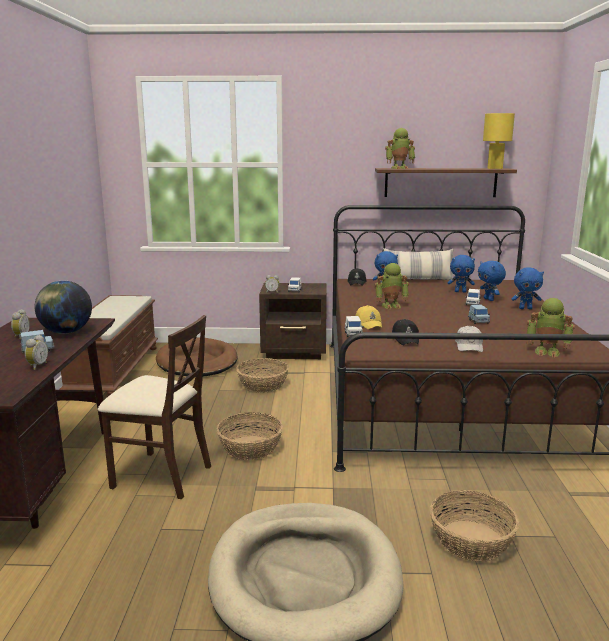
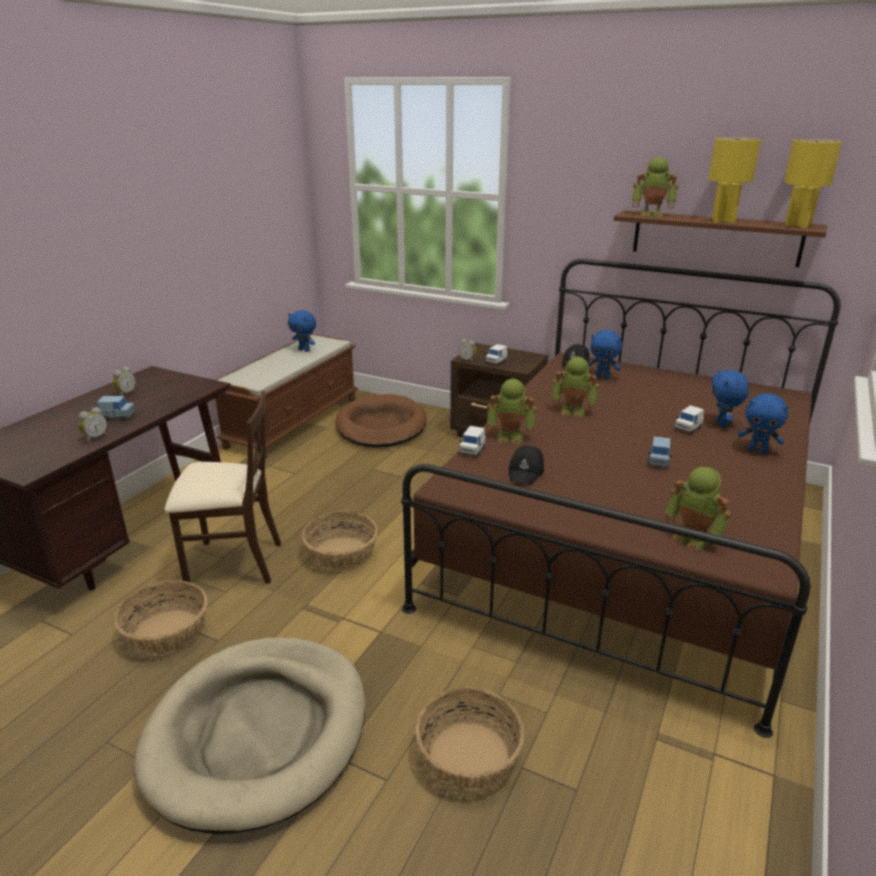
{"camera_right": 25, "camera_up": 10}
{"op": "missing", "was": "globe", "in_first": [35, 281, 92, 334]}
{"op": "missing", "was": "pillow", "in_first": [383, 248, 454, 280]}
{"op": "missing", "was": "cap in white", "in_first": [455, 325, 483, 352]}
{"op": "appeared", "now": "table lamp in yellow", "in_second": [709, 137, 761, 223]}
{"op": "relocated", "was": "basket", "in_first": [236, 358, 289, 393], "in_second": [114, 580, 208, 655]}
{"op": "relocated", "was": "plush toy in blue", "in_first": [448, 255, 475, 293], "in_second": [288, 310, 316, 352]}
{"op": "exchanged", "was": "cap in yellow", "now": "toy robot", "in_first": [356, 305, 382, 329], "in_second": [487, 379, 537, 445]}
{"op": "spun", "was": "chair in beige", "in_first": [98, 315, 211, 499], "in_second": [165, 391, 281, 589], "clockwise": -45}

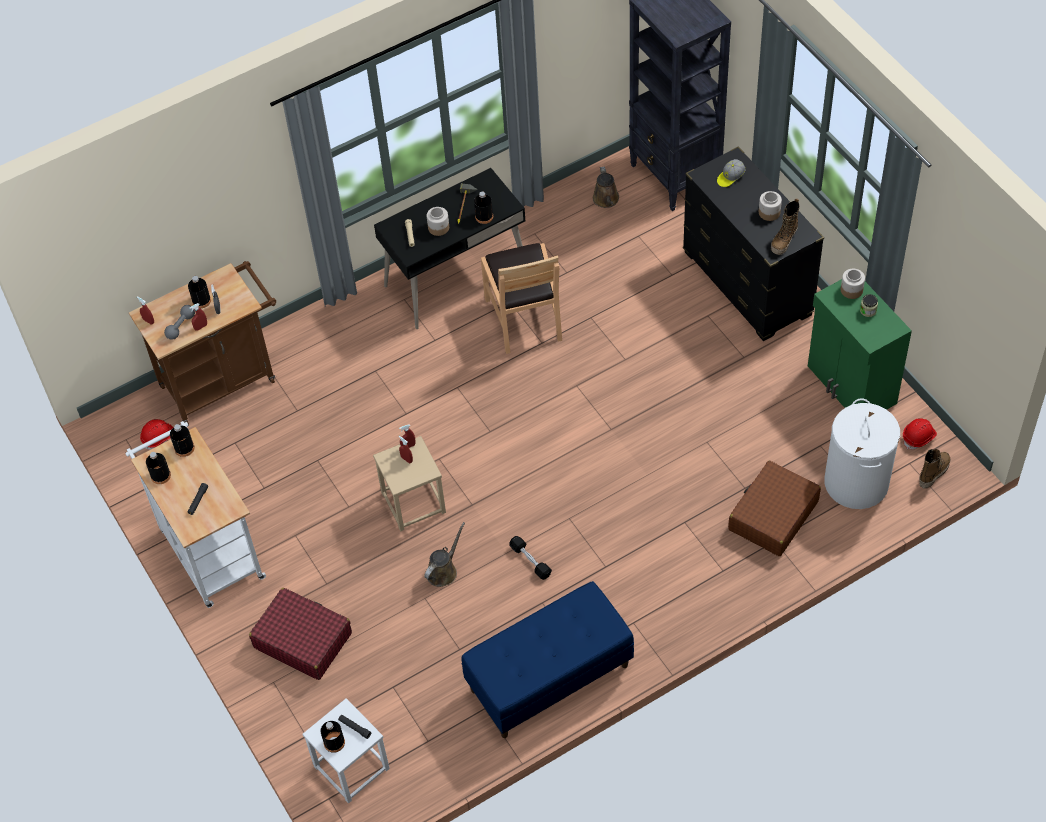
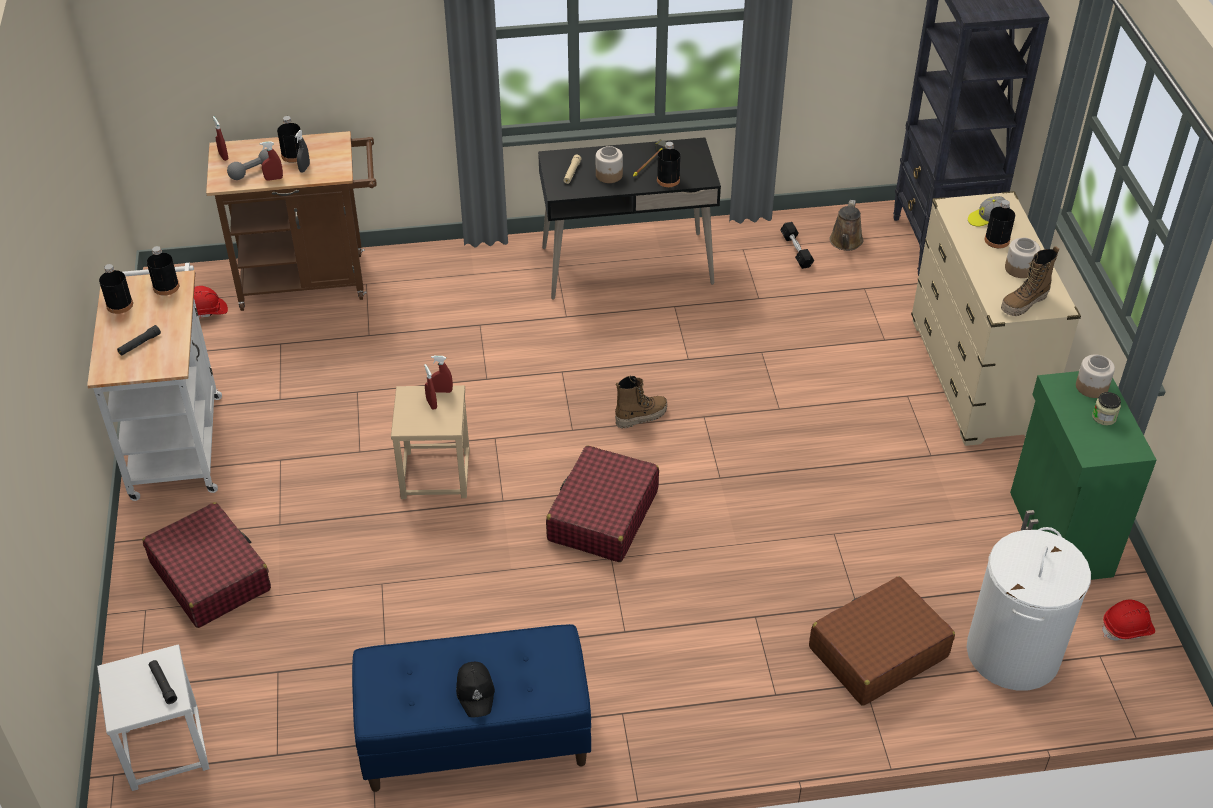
{"camera_right": 20, "camera_up": -10}
{"op": "missing", "was": "watering can in brown", "in_first": [424, 522, 465, 587]}
{"op": "missing", "was": "chair in brown", "in_first": [481, 243, 562, 354]}
{"op": "appeared", "now": "cap in black", "in_second": [456, 662, 495, 718]}
{"op": "appeared", "now": "suitcase in red", "in_second": [546, 445, 659, 562]}
{"op": "relocated", "was": "bottle in black", "in_first": [320, 721, 345, 753], "in_second": [984, 200, 1015, 248]}
{"op": "relocated", "was": "dumbbell in black", "in_first": [509, 536, 552, 580], "in_second": [780, 222, 814, 269]}
{"op": "relocated", "was": "boot", "in_first": [919, 449, 950, 489], "in_second": [615, 376, 667, 428]}
{"op": "colour", "was": "dresser in black", "now": "dresser in beige", "in_first": [683, 146, 824, 341], "in_second": [911, 191, 1081, 446]}

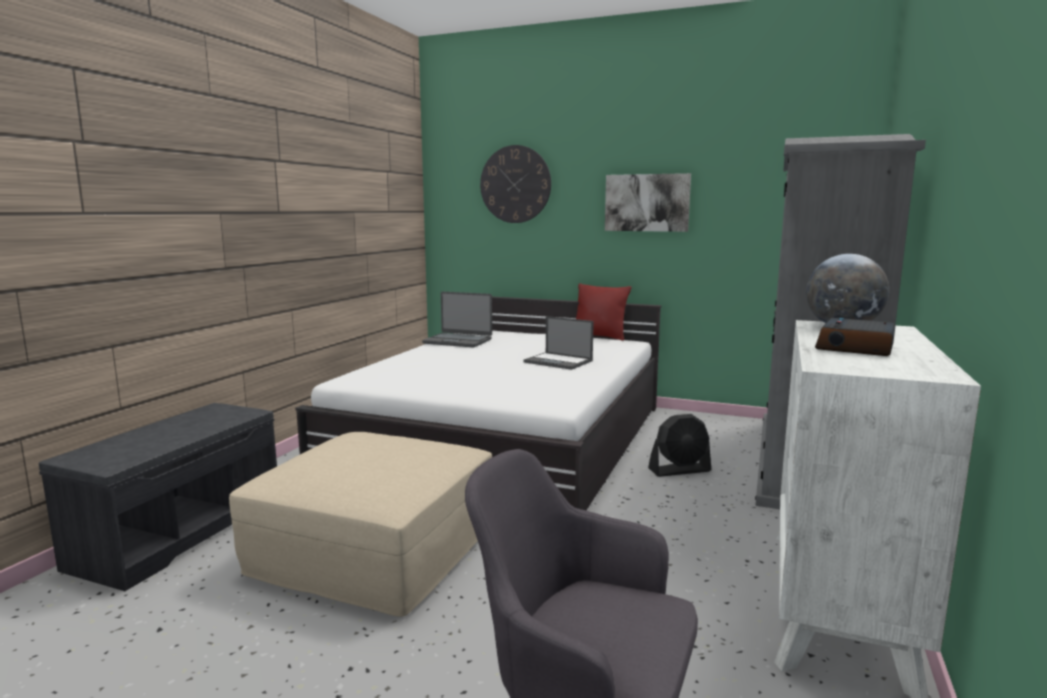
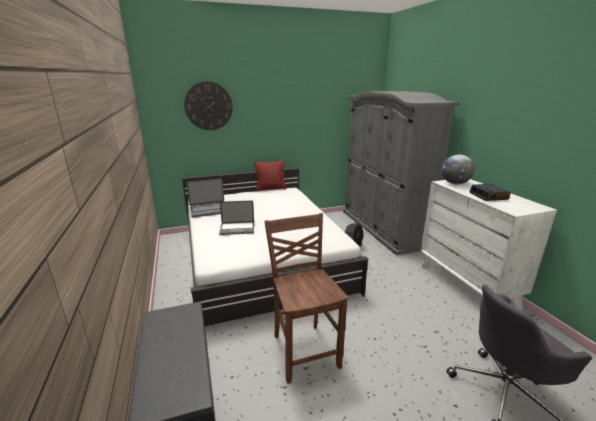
{"camera_right": -40, "camera_up": 10}
{"op": "missing", "was": "picture", "in_first": [605, 173, 691, 232]}
{"op": "relocated", "was": "laptop", "in_first": [524, 316, 594, 370], "in_second": [219, 200, 254, 235]}
{"op": "exchanged", "was": "ottoman in beige", "now": "chair in brown", "in_first": [229, 432, 492, 617], "in_second": [264, 213, 348, 384]}

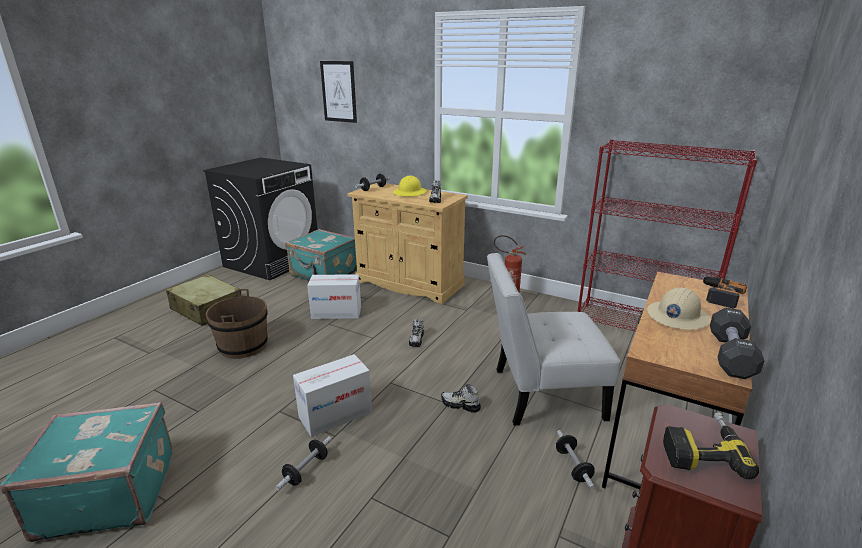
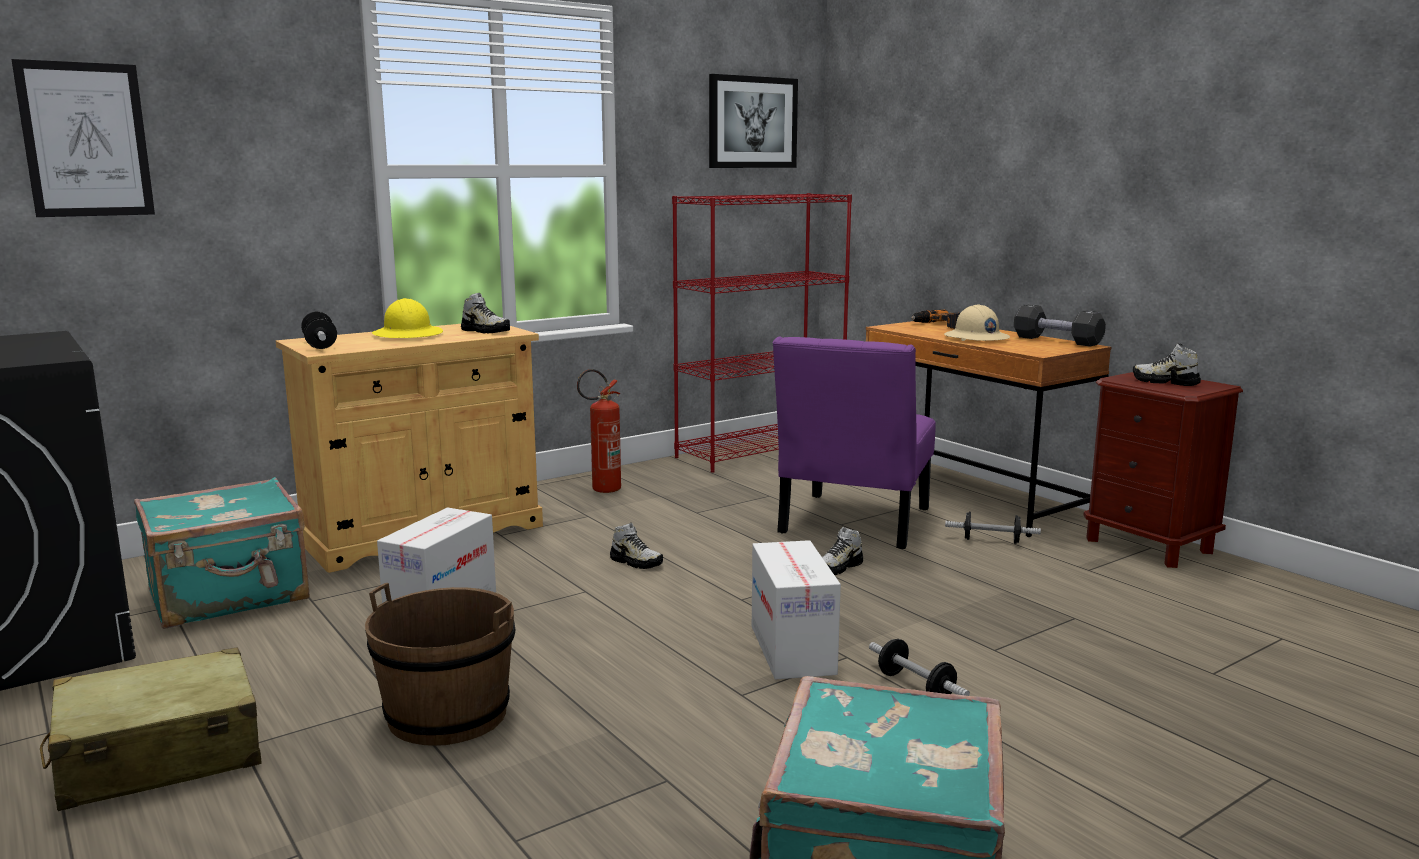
{"camera_right": -65, "camera_up": -10}
{"op": "appeared", "now": "picture", "in_second": [709, 74, 798, 168]}
{"op": "exchanged", "was": "power drill", "now": "shoe", "in_first": [663, 412, 759, 479], "in_second": [1133, 343, 1201, 386]}
{"op": "colour", "was": "chair in white", "now": "chair in purple", "in_first": [487, 253, 620, 426], "in_second": [773, 336, 936, 549]}

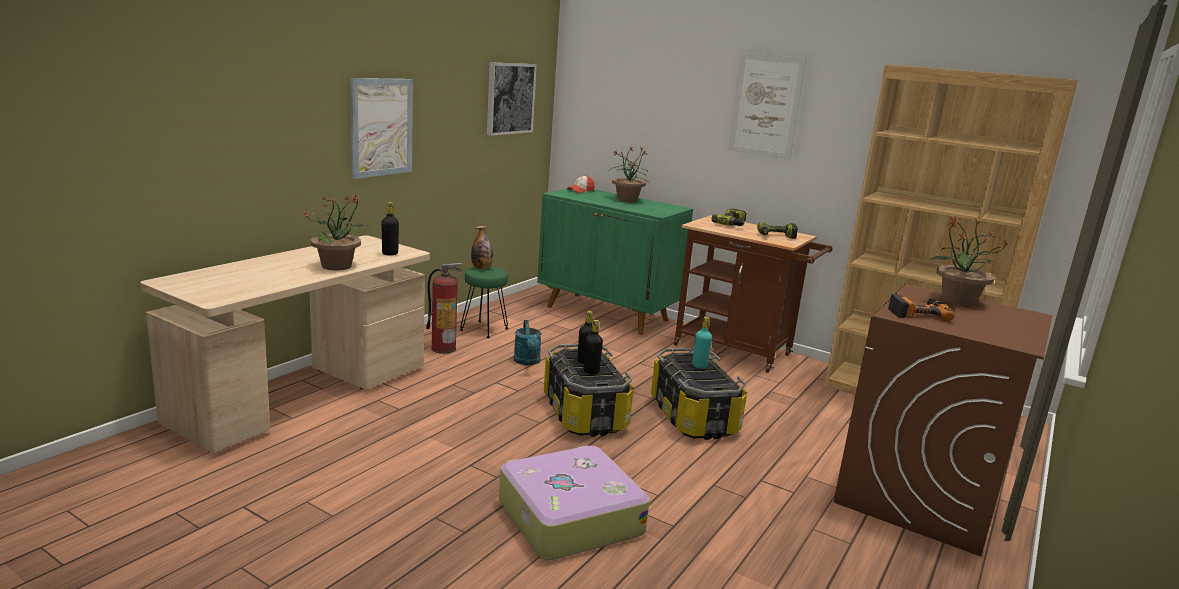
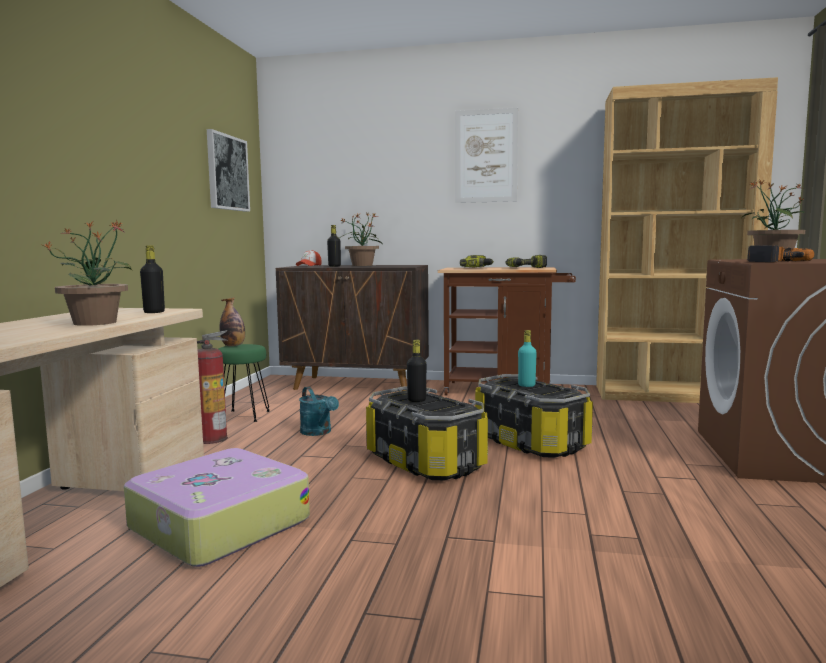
{"camera_right": -20, "camera_up": -10}
{"op": "missing", "was": "picture", "in_first": [350, 78, 413, 179]}
{"op": "relocated", "was": "suitcase", "in_first": [499, 446, 650, 560], "in_second": [124, 448, 310, 567]}
{"op": "relocated", "was": "bottle in black", "in_first": [583, 320, 603, 374], "in_second": [327, 225, 341, 267]}
{"op": "colour", "was": "cabinet in green", "now": "cabinet in brown", "in_first": [537, 189, 693, 335], "in_second": [276, 265, 429, 391]}

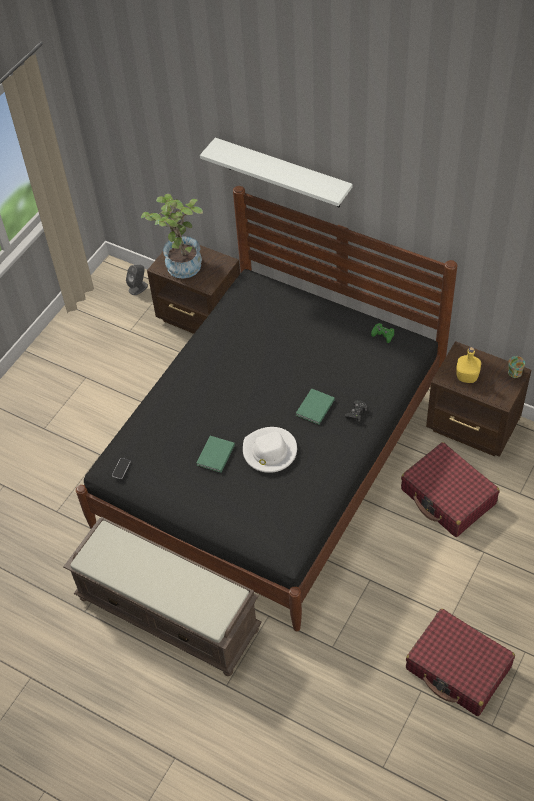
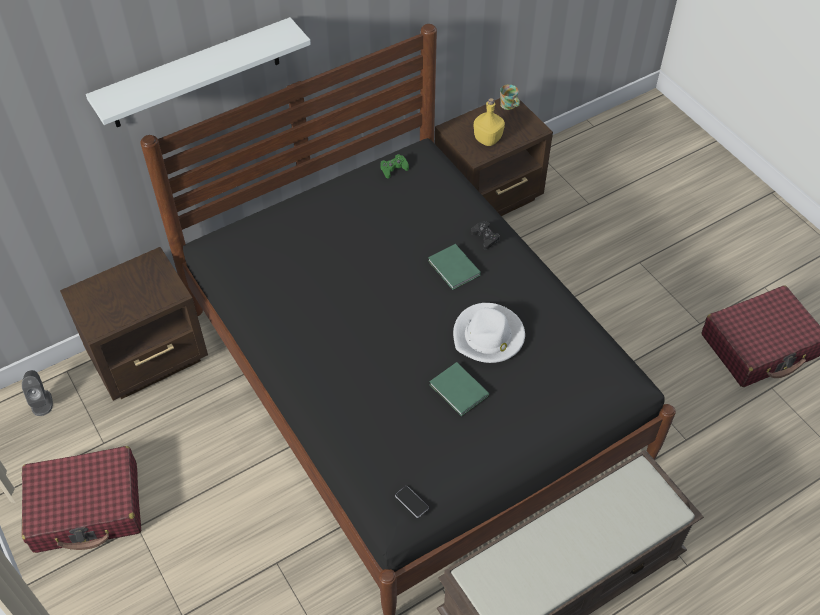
{"camera_right": -65, "camera_up": 0}
{"op": "missing", "was": "potted plant", "in_first": [141, 194, 203, 279]}
{"op": "relocated", "was": "suitcase in red", "in_first": [401, 442, 500, 537], "in_second": [22, 446, 141, 553]}

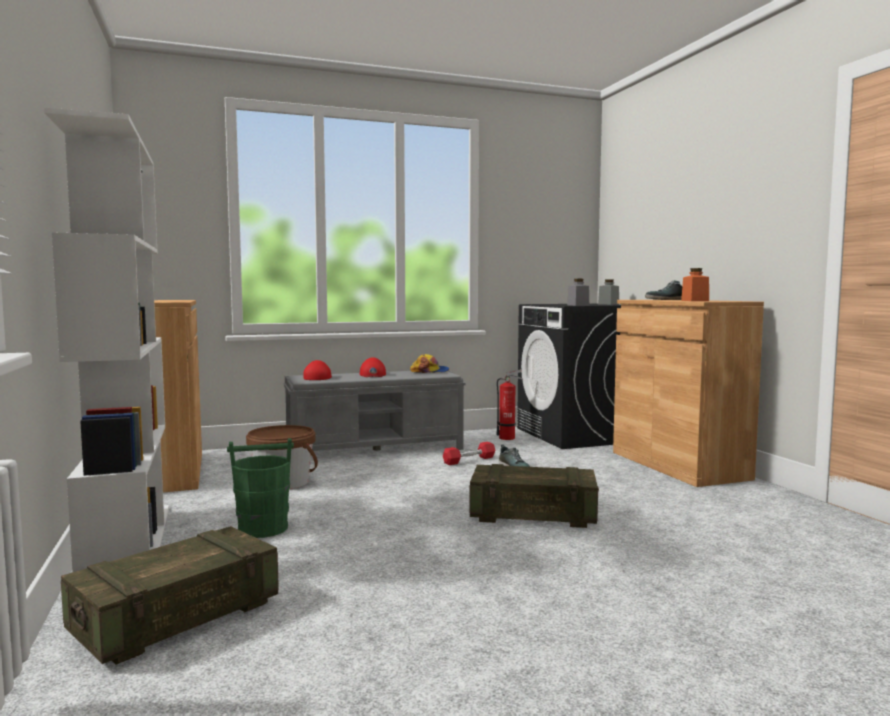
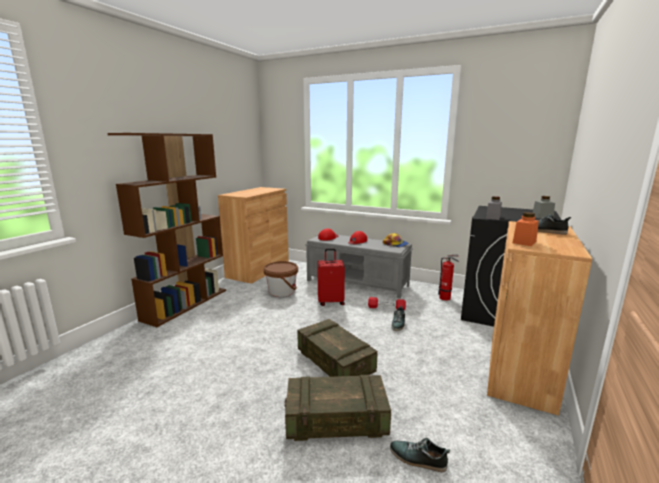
{"camera_right": 45, "camera_up": 10}
{"op": "missing", "was": "bucket in green", "in_first": [227, 438, 294, 538]}
{"op": "appeared", "now": "suitcase in red", "in_second": [317, 249, 345, 306]}
{"op": "appeared", "now": "shoe", "in_second": [390, 438, 450, 472]}
{"op": "relocated", "was": "crate", "in_first": [61, 526, 279, 665], "in_second": [285, 375, 391, 441]}
{"op": "colour", "was": "bookcase in white", "now": "bookcase in brown", "in_first": [44, 108, 169, 572], "in_second": [107, 133, 226, 327]}

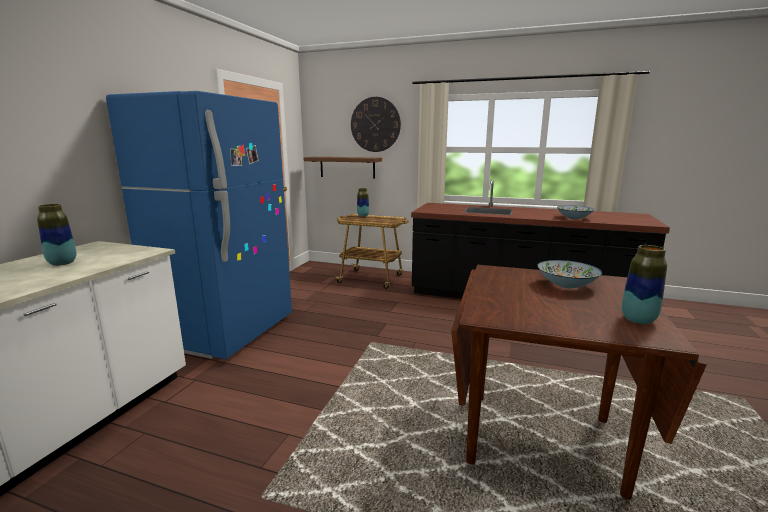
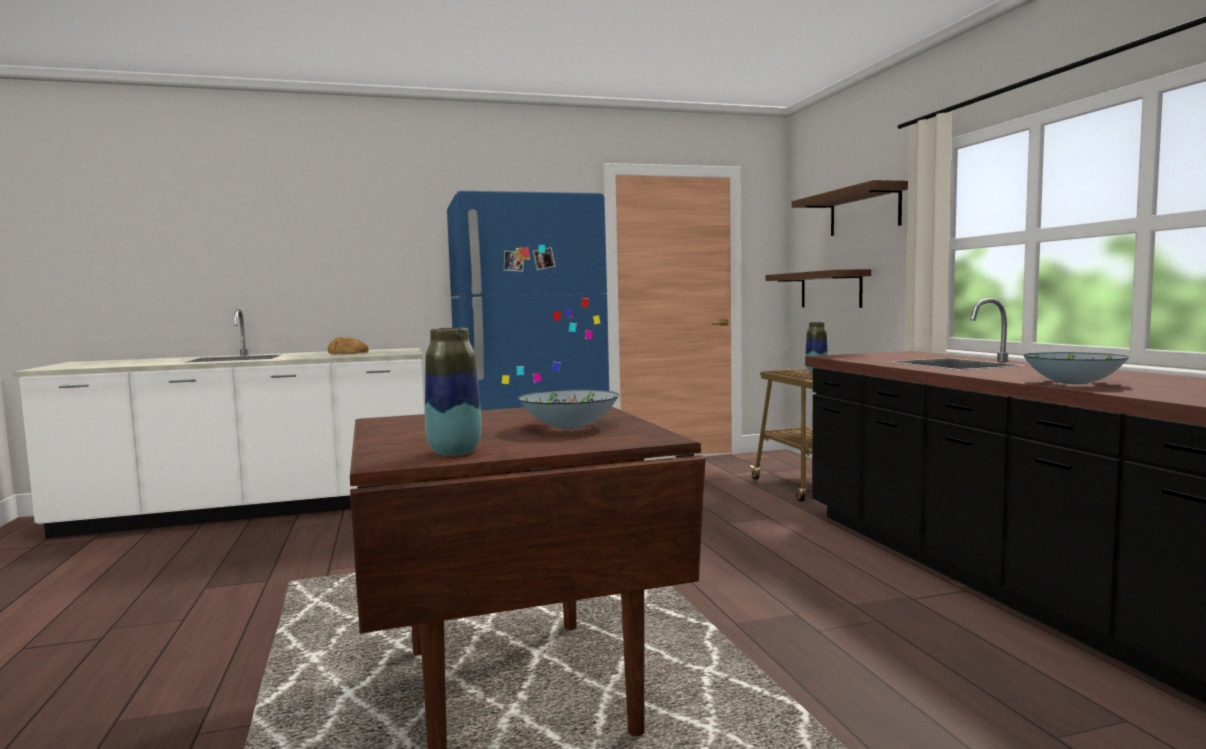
{"camera_right": 55, "camera_up": -10}
{"op": "exchanged", "was": "vase", "now": "bread", "in_first": [37, 204, 77, 266], "in_second": [327, 337, 368, 354]}
{"op": "exchanged", "was": "wall clock", "now": "shelf in brown", "in_first": [351, 97, 401, 152], "in_second": [792, 180, 908, 236]}

